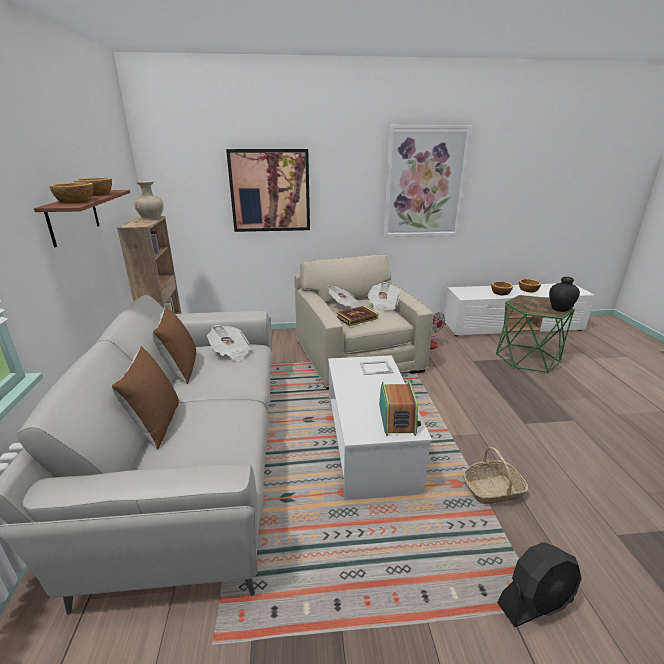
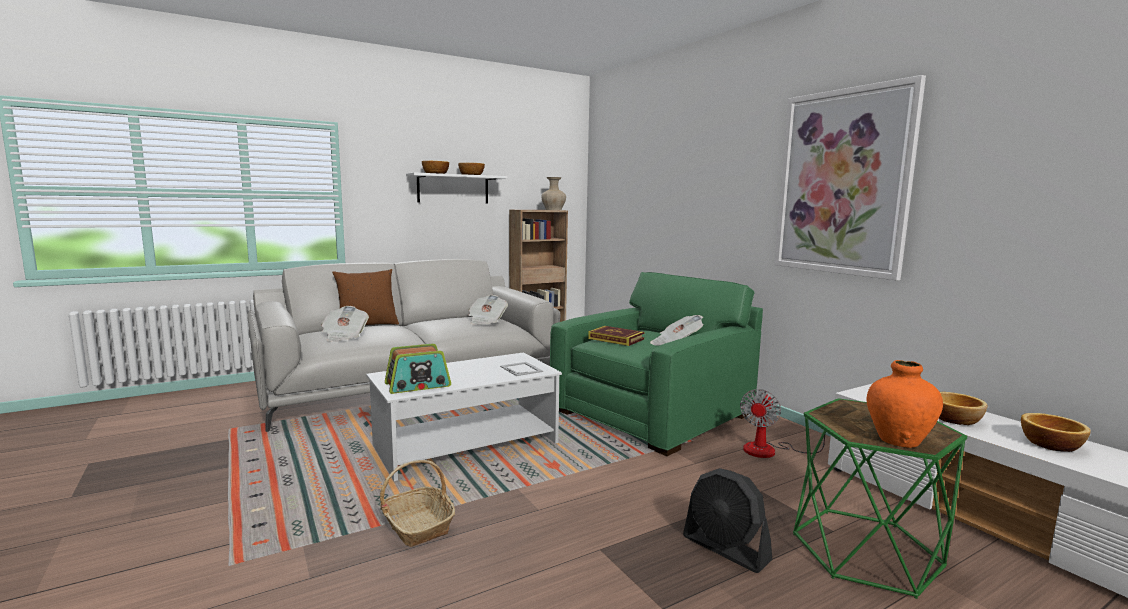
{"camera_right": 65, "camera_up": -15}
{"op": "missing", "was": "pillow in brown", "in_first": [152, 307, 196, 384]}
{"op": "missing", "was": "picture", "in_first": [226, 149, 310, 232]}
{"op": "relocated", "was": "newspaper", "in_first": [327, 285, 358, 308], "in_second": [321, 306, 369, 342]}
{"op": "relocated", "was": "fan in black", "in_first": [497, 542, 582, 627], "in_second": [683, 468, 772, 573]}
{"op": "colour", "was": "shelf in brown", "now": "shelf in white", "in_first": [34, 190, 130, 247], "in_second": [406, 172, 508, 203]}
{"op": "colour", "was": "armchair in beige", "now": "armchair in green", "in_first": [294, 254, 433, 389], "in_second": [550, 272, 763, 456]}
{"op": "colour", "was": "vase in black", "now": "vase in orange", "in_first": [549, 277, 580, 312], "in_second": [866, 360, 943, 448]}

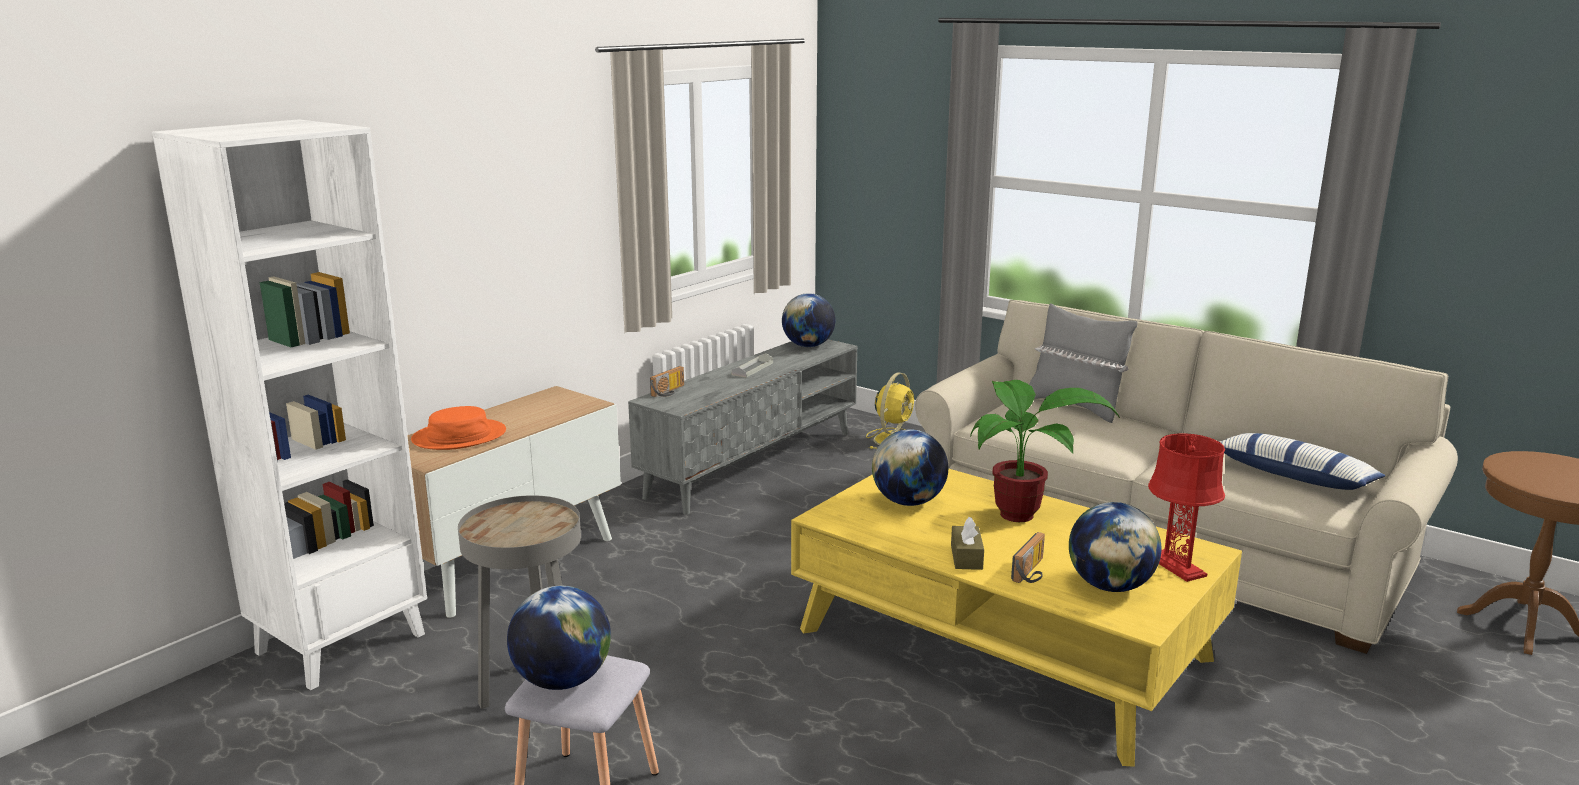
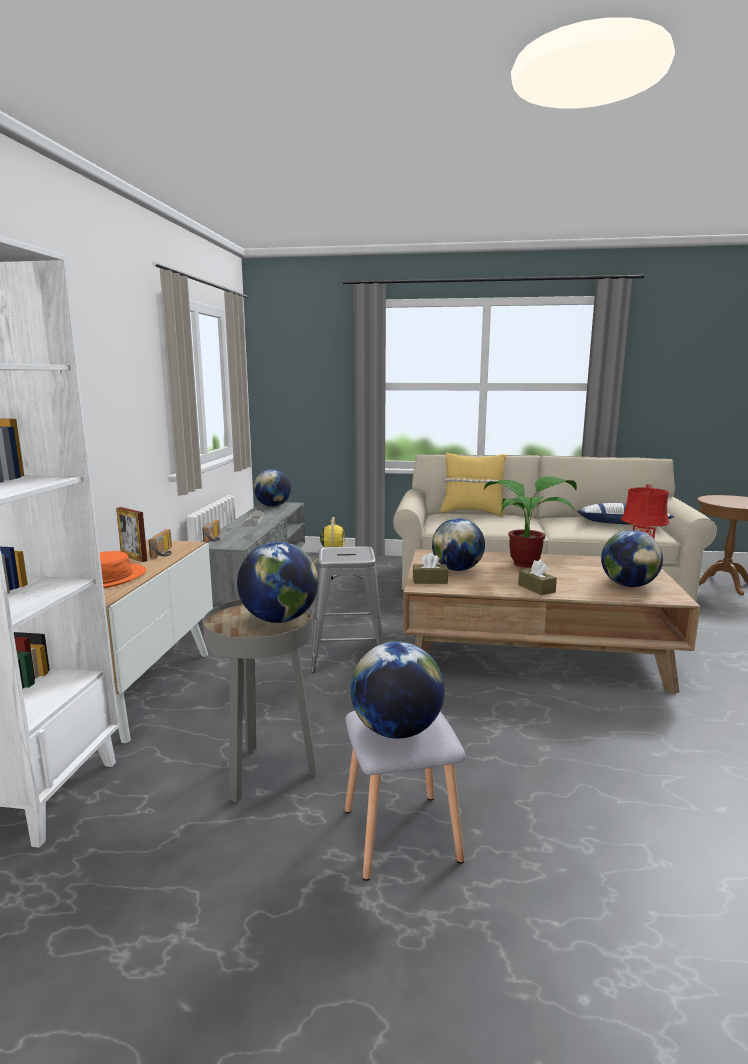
{"camera_right": -30, "camera_up": -5}
{"op": "appeared", "now": "picture frame", "in_second": [116, 507, 147, 562]}
{"op": "appeared", "now": "globe", "in_second": [237, 542, 319, 623]}
{"op": "appeared", "now": "stool in grey", "in_second": [311, 546, 383, 673]}
{"op": "appeared", "now": "tissue box in brown", "in_second": [413, 553, 448, 584]}
{"op": "relocated", "was": "radio", "in_first": [1011, 532, 1045, 583], "in_second": [148, 529, 172, 558]}
{"op": "colour", "was": "coffee table in yellow", "now": "coffee table in brown", "in_first": [791, 468, 1242, 767], "in_second": [403, 549, 701, 694]}
{"op": "colour", "was": "pillow in grey", "now": "pillow in yellow", "in_first": [1029, 303, 1138, 423], "in_second": [440, 452, 506, 517]}

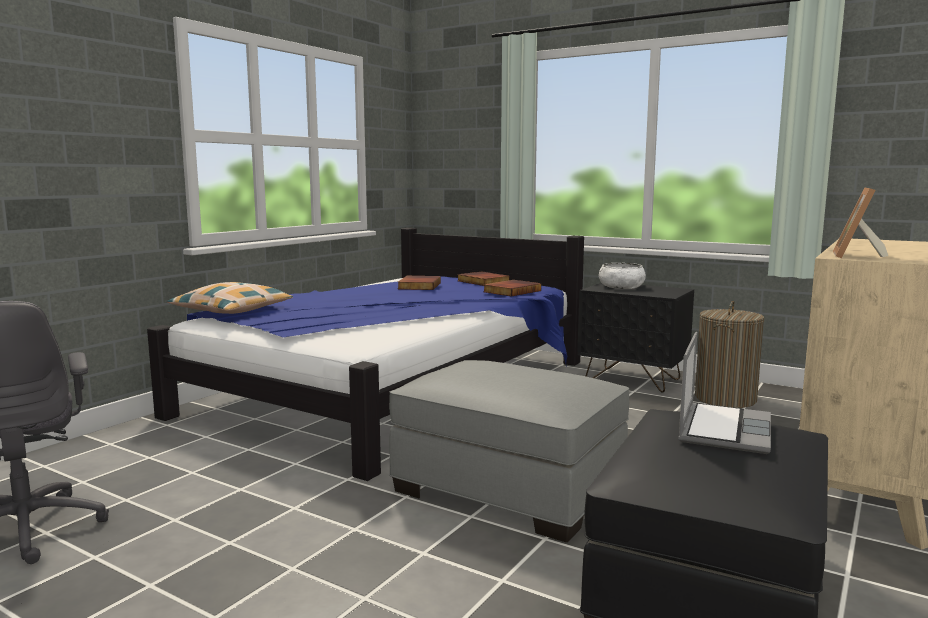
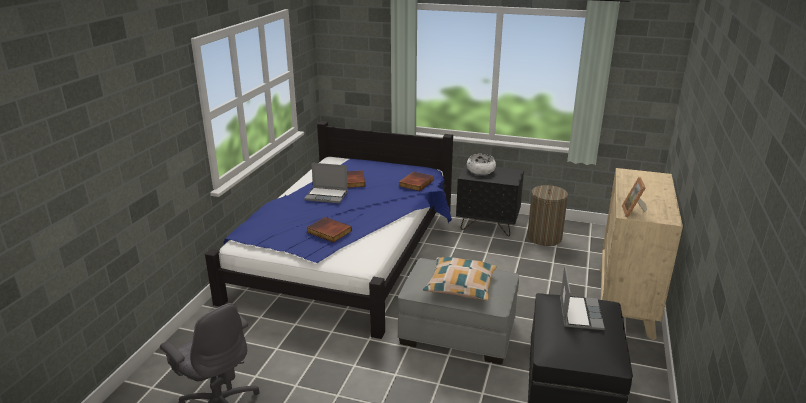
{"camera_right": -15, "camera_up": 15}
{"op": "appeared", "now": "laptop", "in_second": [304, 163, 348, 203]}
{"op": "relocated", "was": "pillow", "in_first": [167, 282, 293, 314], "in_second": [423, 257, 497, 301]}
{"op": "relocated", "was": "book", "in_first": [457, 272, 510, 286], "in_second": [306, 217, 352, 243]}

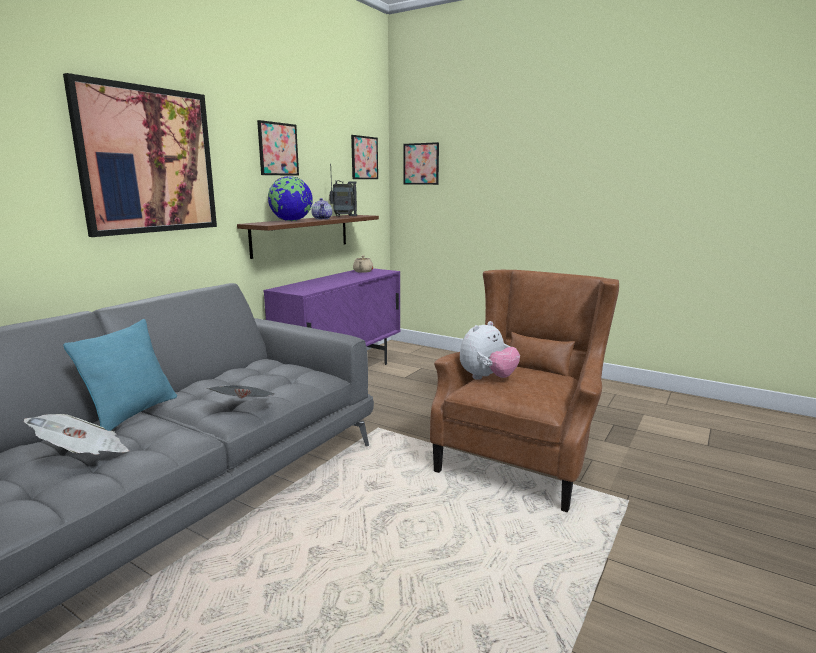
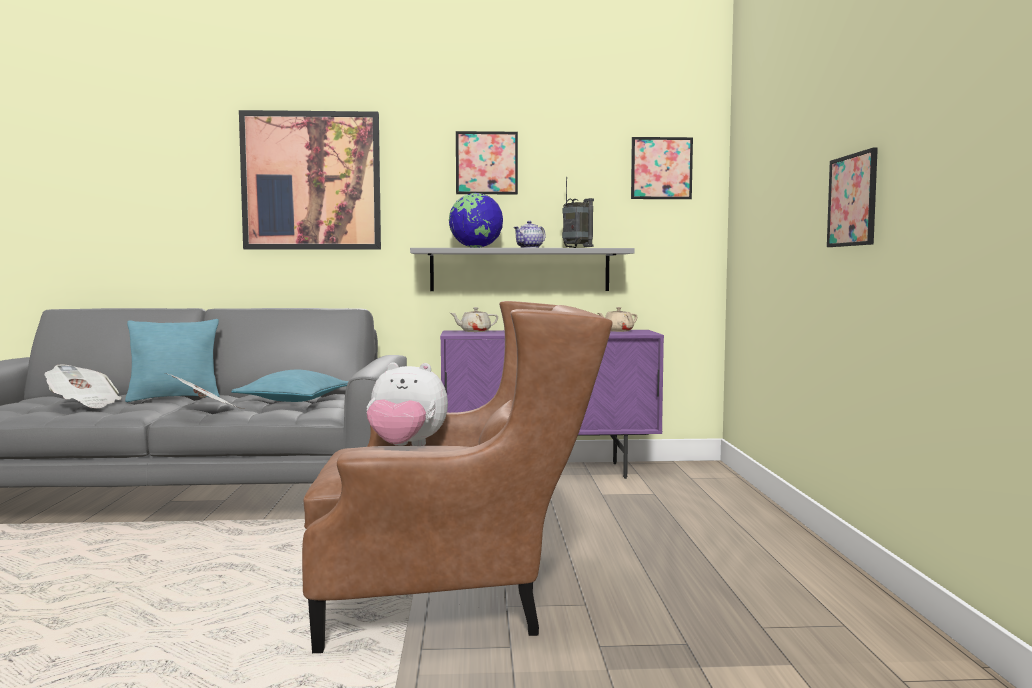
{"camera_right": 55, "camera_up": -10}
{"op": "appeared", "now": "pillow in turquoise", "in_second": [231, 370, 348, 402]}
{"op": "appeared", "now": "teapot in beige", "in_second": [450, 307, 498, 332]}
{"op": "relocated", "was": "picture", "in_first": [404, 142, 439, 185], "in_second": [827, 147, 878, 247]}
{"op": "colour", "was": "shelf in brown", "now": "shelf in grey", "in_first": [237, 215, 379, 259], "in_second": [410, 248, 635, 291]}

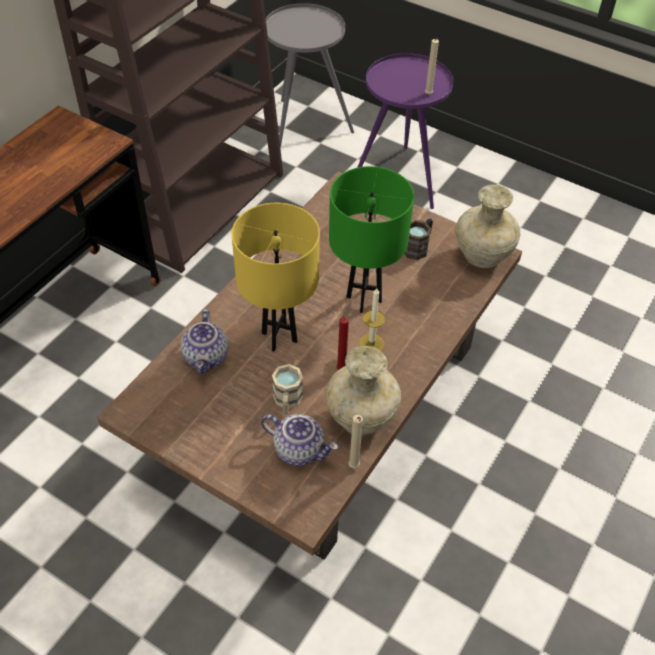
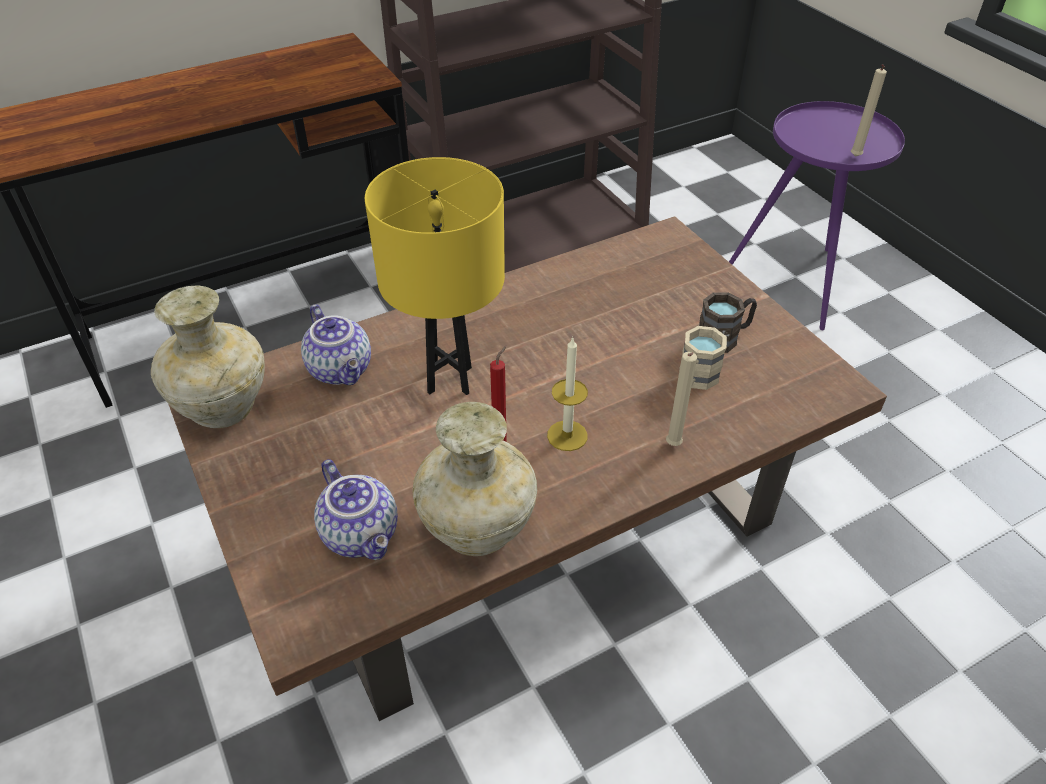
{"camera_right": 30, "camera_up": -5}
{"op": "missing", "was": "side table in grey", "in_first": [266, 3, 354, 149]}
{"op": "missing", "was": "table lamp in green", "in_first": [329, 166, 414, 313]}
{"op": "relocated", "was": "mug in beige", "in_first": [272, 364, 303, 414], "in_second": [679, 326, 727, 390]}
{"op": "relocated", "was": "candle in beige", "in_first": [348, 415, 363, 468], "in_second": [666, 352, 697, 446]}
{"op": "relocated", "was": "vase in beige", "in_first": [456, 184, 520, 268], "in_second": [151, 286, 265, 428]}
{"op": "spun", "was": "teapot", "in_first": [181, 309, 228, 374], "in_second": [301, 304, 371, 385], "clockwise": -60}

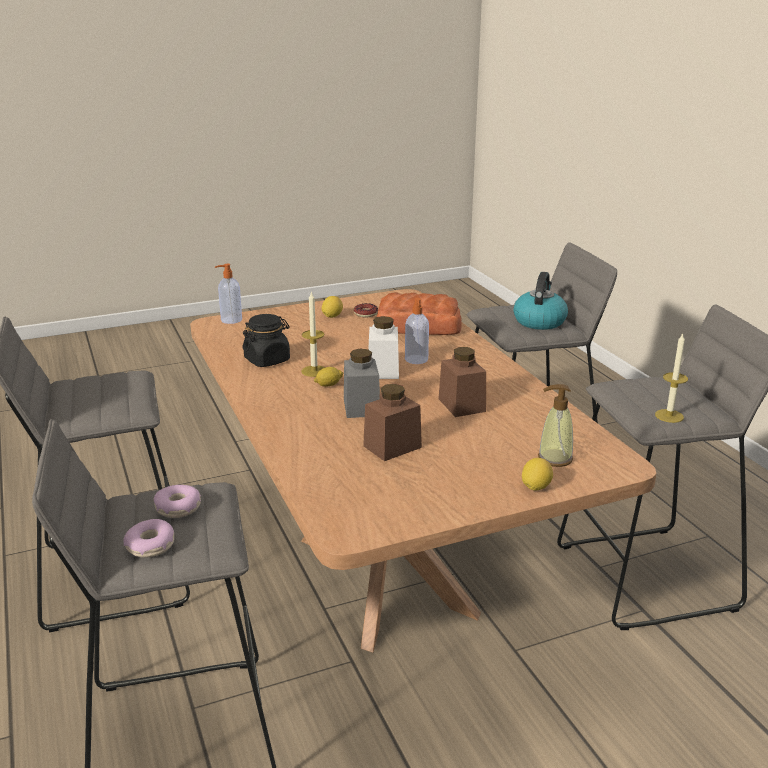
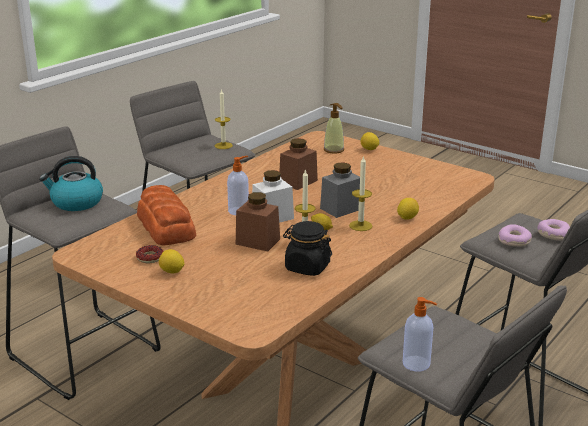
{"camera_right": -120, "camera_up": 0}
{"op": "appeared", "now": "candle", "in_second": [349, 155, 372, 231]}
{"op": "appeared", "now": "lemon", "in_second": [397, 198, 419, 220]}
{"op": "relocated", "was": "soap dispenser", "in_first": [215, 264, 242, 324], "in_second": [403, 297, 437, 372]}
{"op": "relocated", "was": "jar in brown", "in_first": [363, 384, 422, 461], "in_second": [236, 192, 280, 251]}

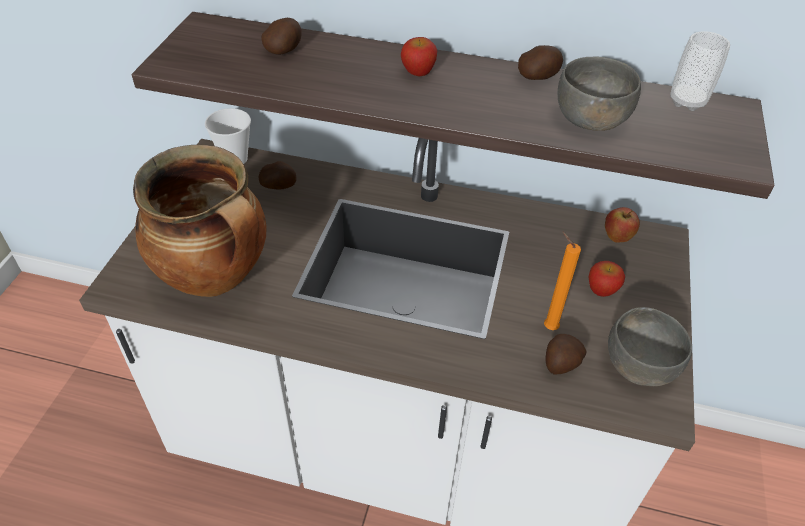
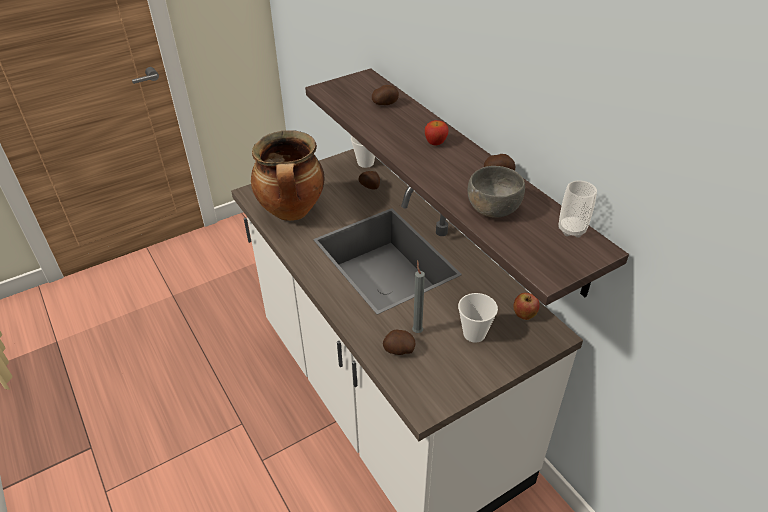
{"camera_right": 45, "camera_up": -5}
{"op": "missing", "was": "bowl in grey", "in_first": [608, 307, 692, 386]}
{"op": "exchanged", "was": "apple", "now": "cup", "in_first": [589, 261, 625, 297], "in_second": [458, 293, 498, 343]}
{"op": "colour", "was": "candle in orange", "now": "candle in grey", "in_first": [544, 232, 581, 330], "in_second": [412, 260, 425, 333]}

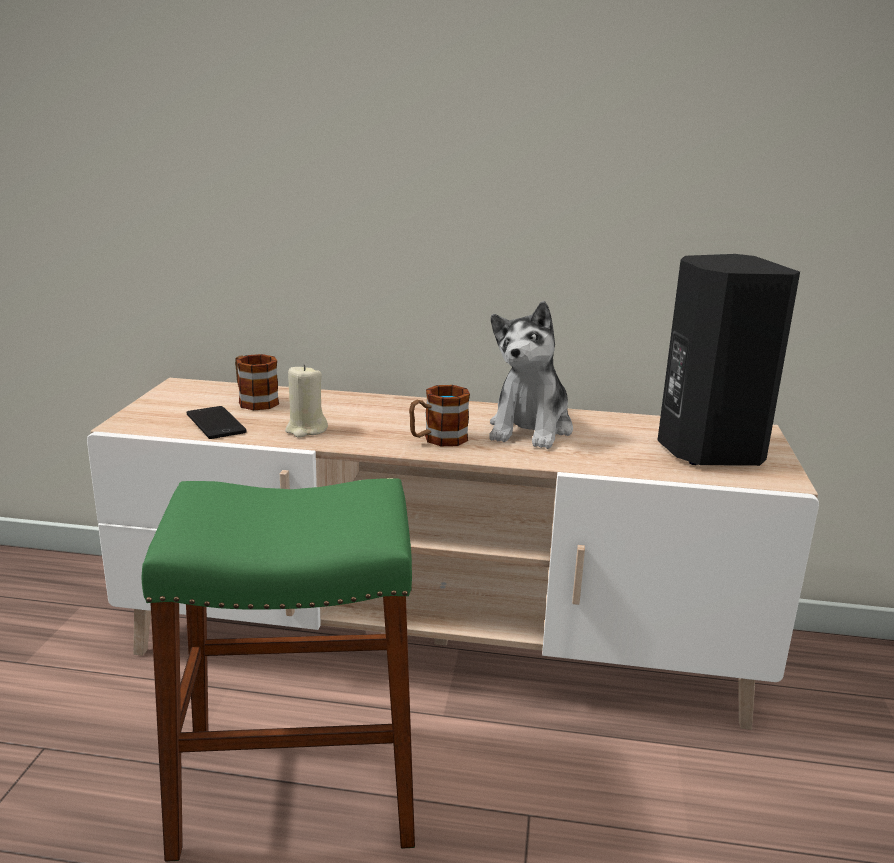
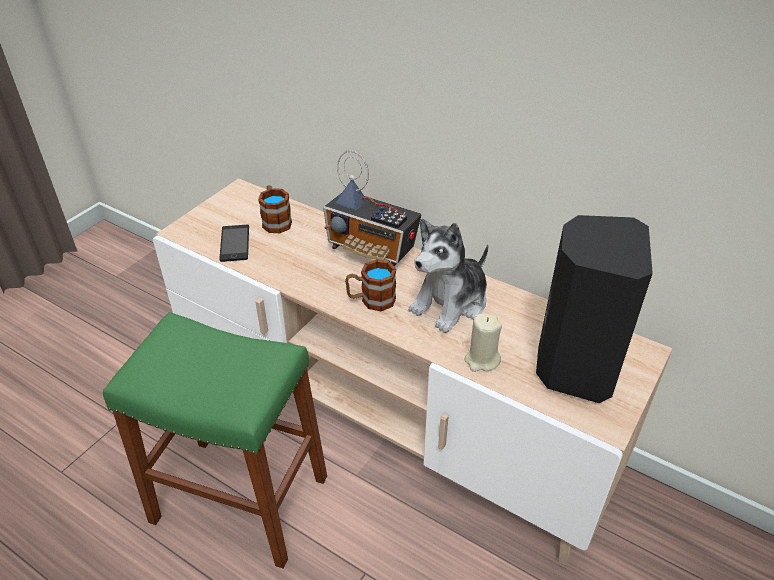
{"camera_right": 25, "camera_up": 20}
{"op": "appeared", "now": "radio", "in_second": [323, 150, 421, 266]}
{"op": "relocated", "was": "candle in beige", "in_first": [285, 364, 328, 438], "in_second": [464, 313, 502, 372]}

